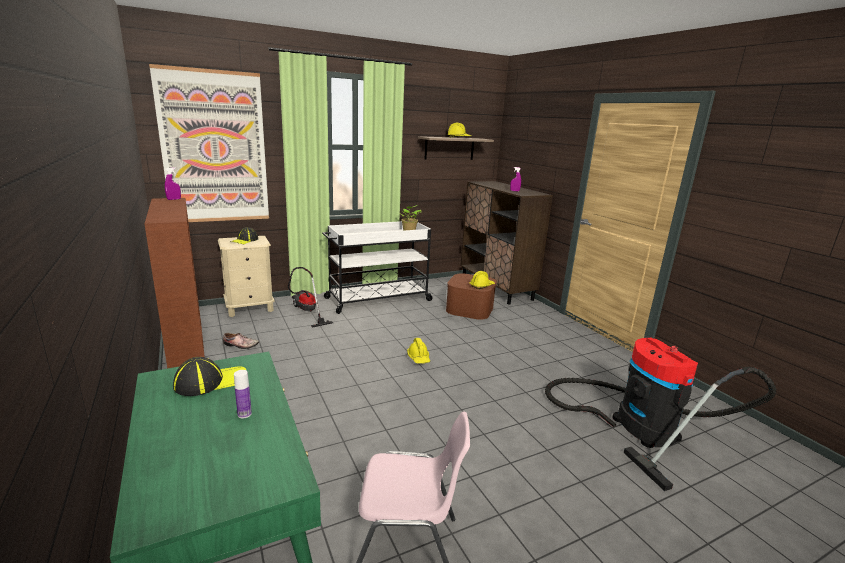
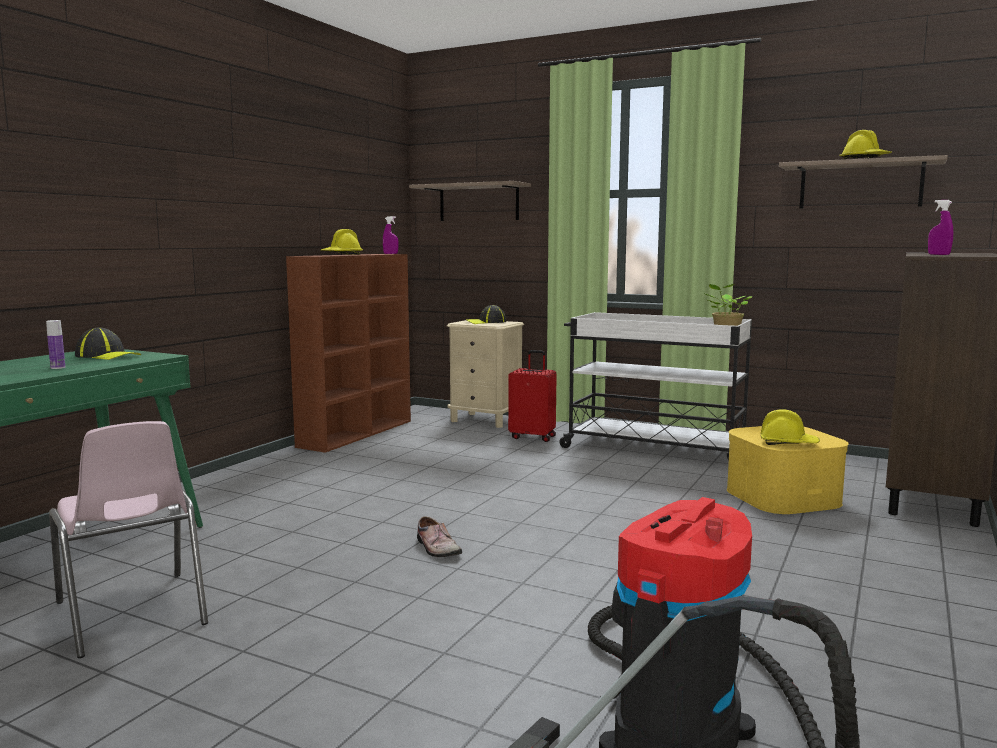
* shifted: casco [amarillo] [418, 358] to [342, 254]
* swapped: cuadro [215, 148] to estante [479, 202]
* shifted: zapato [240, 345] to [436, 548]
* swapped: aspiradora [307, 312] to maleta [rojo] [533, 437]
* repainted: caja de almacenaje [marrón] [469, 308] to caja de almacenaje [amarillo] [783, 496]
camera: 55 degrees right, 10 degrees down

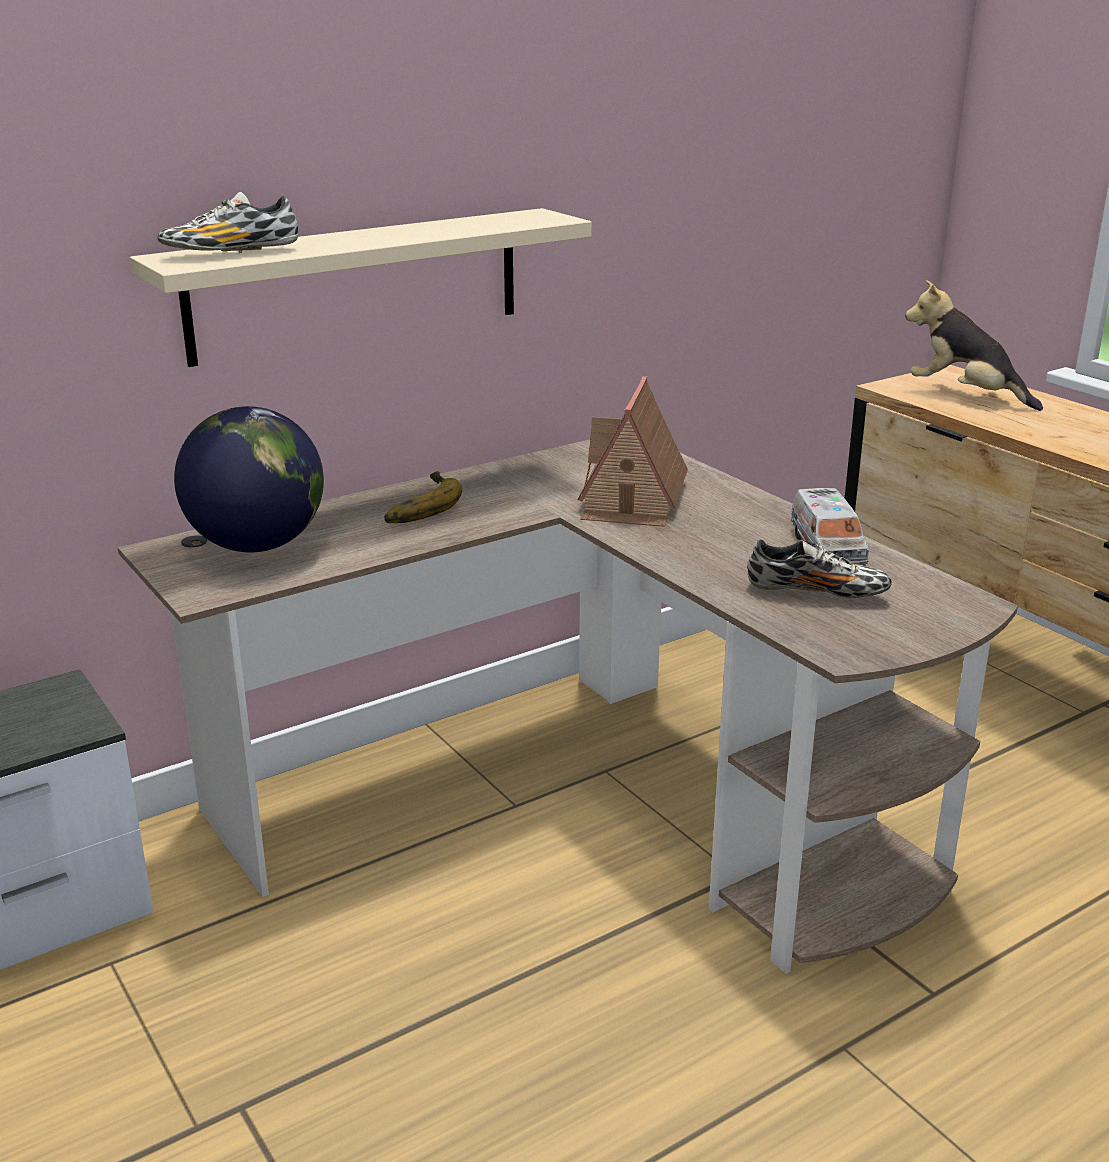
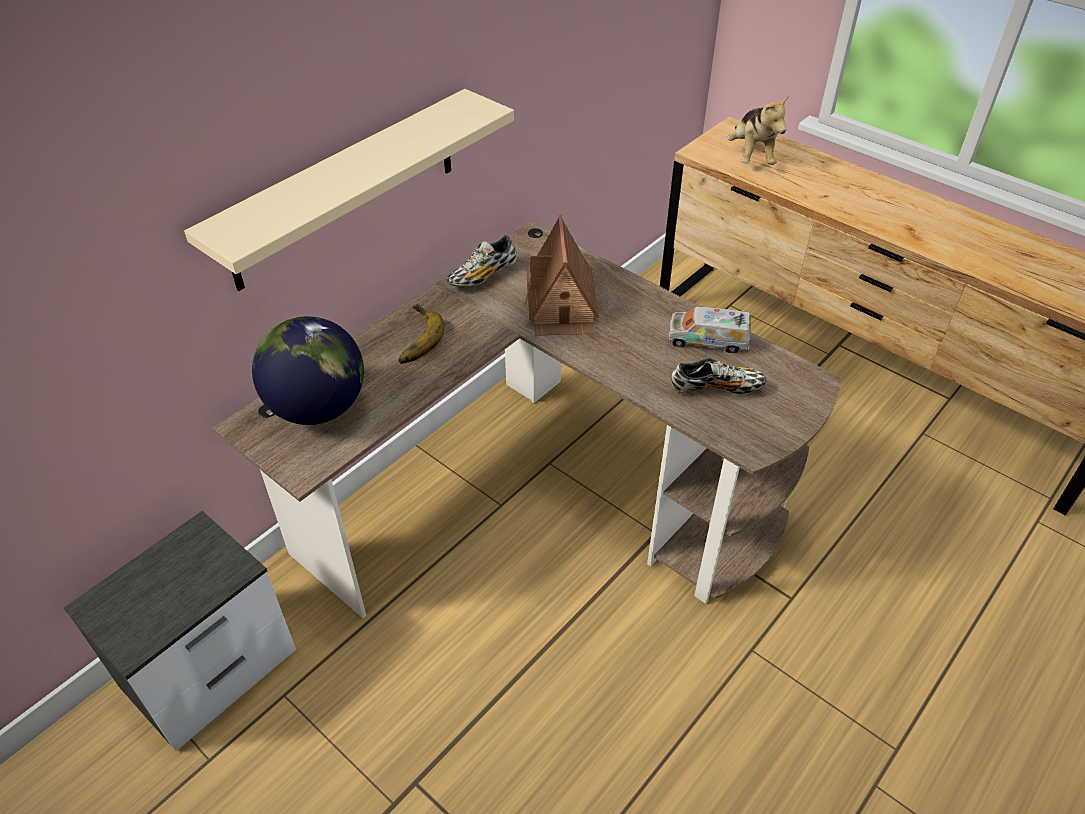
* shifted: zapato [231, 253] to [483, 276]
* rotated: camión de juguete [826, 549] = [708, 340] 120 degrees clockwise
* rotated: peluche [965, 396] = [751, 155] 120 degrees counterclockwise
camera: 15 degrees left, 20 degrees up

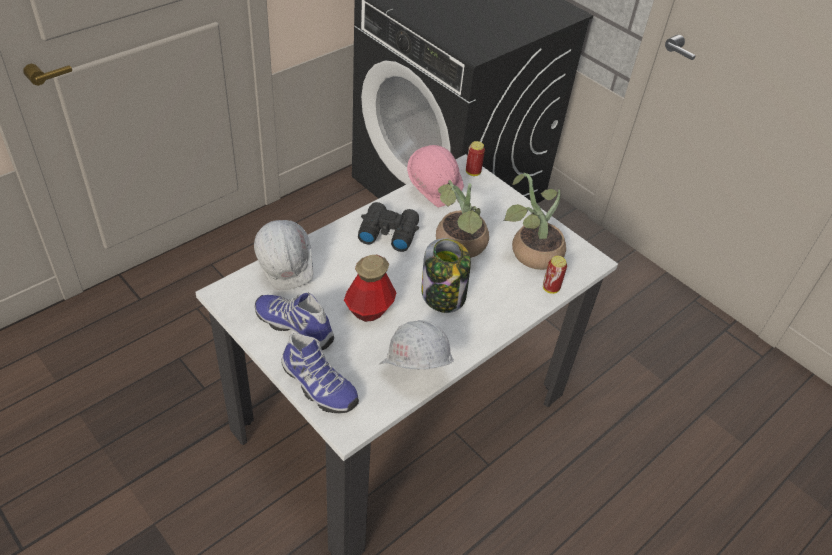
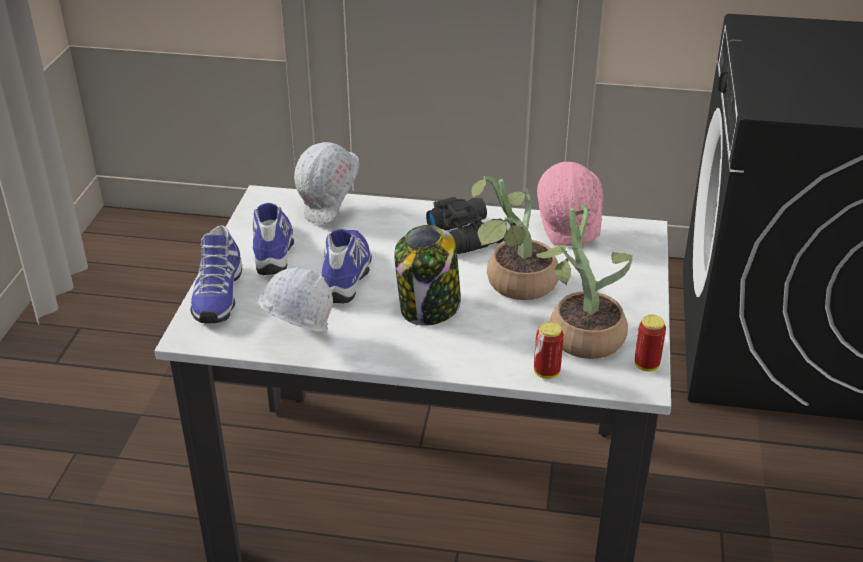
* swapped: botella [369, 310] to zapato [348, 276]
* shifted: lata [473, 172] to [646, 365]
camera: 55 degrees right, 10 degrees down

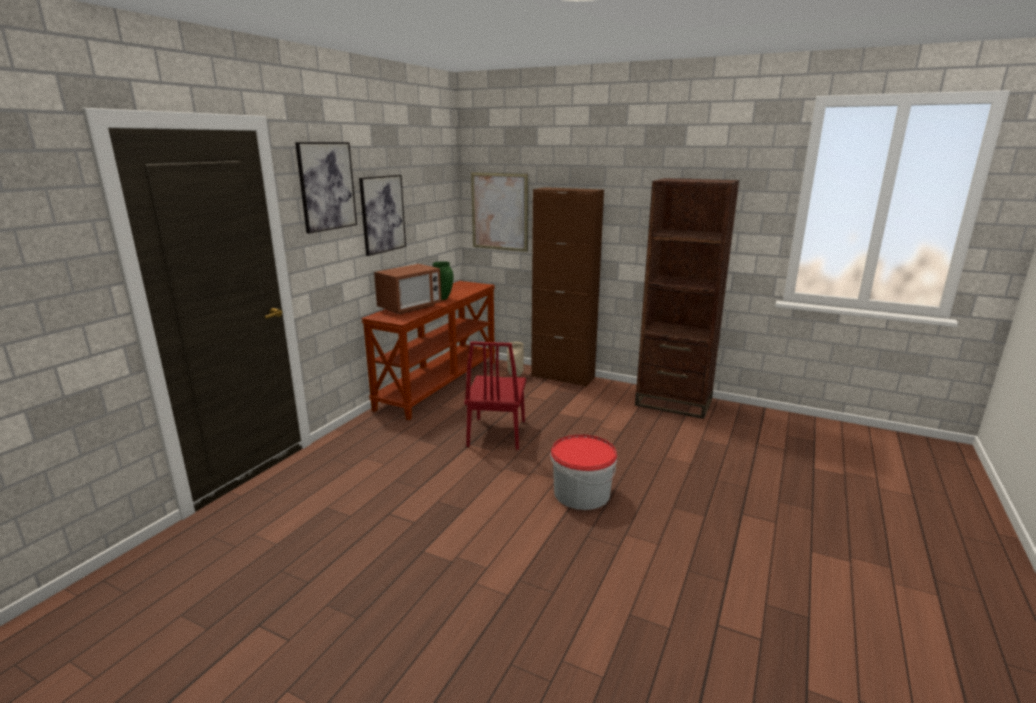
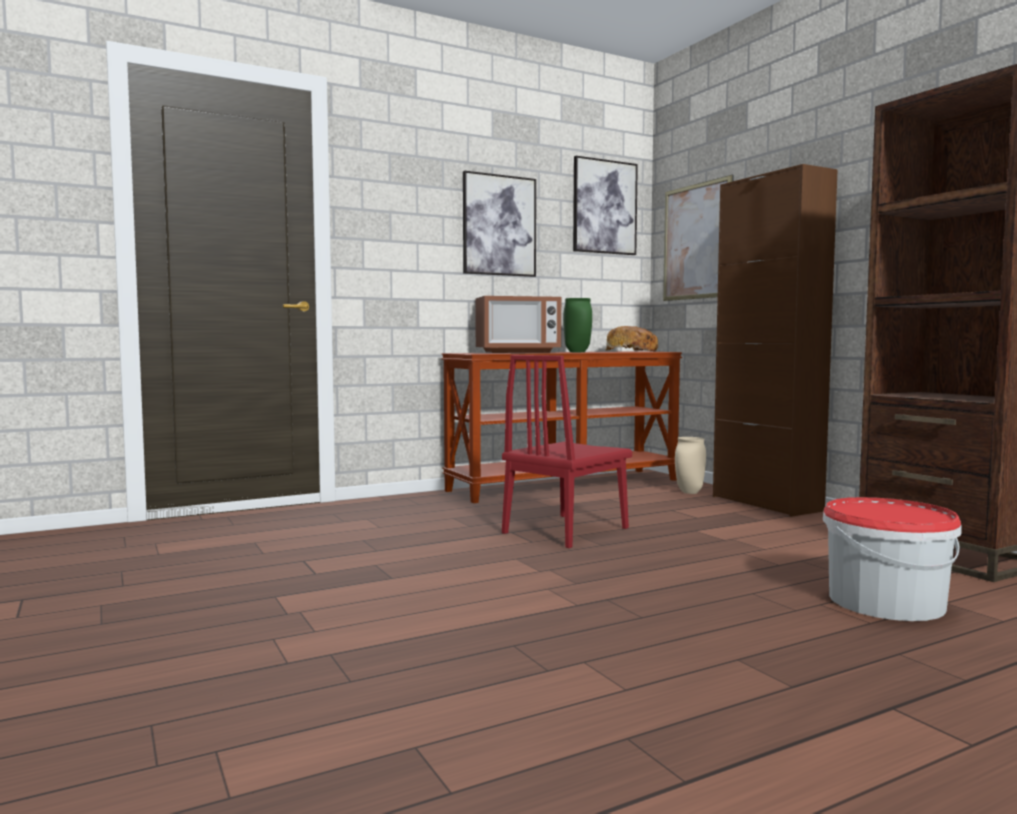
* shifted: cuadro [326, 186] to [604, 207]
* new: pan [631, 351]
* shifted: cubo [581, 493] to [885, 601]
camera: 35 degrees right, 15 degrees down

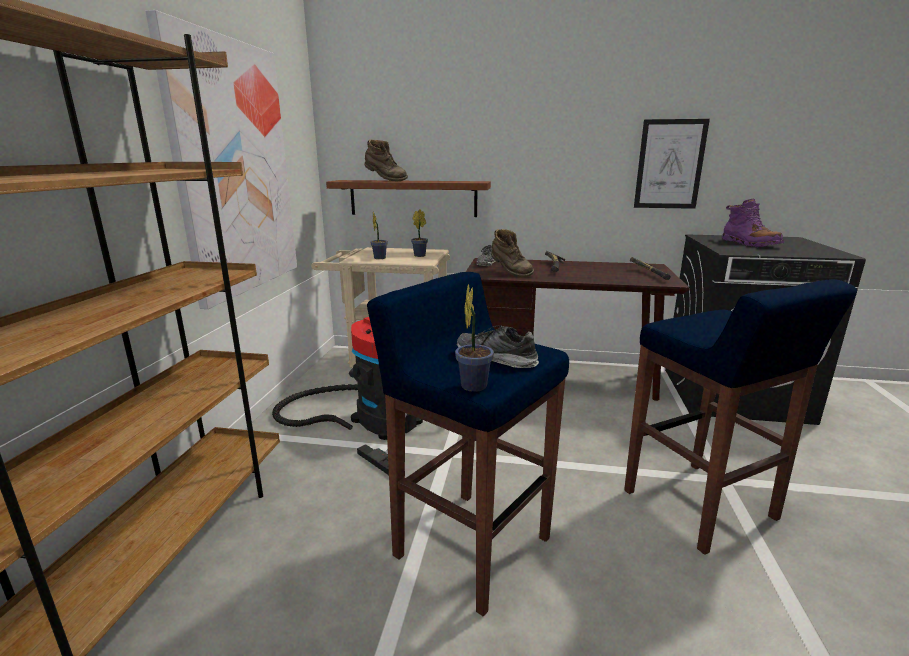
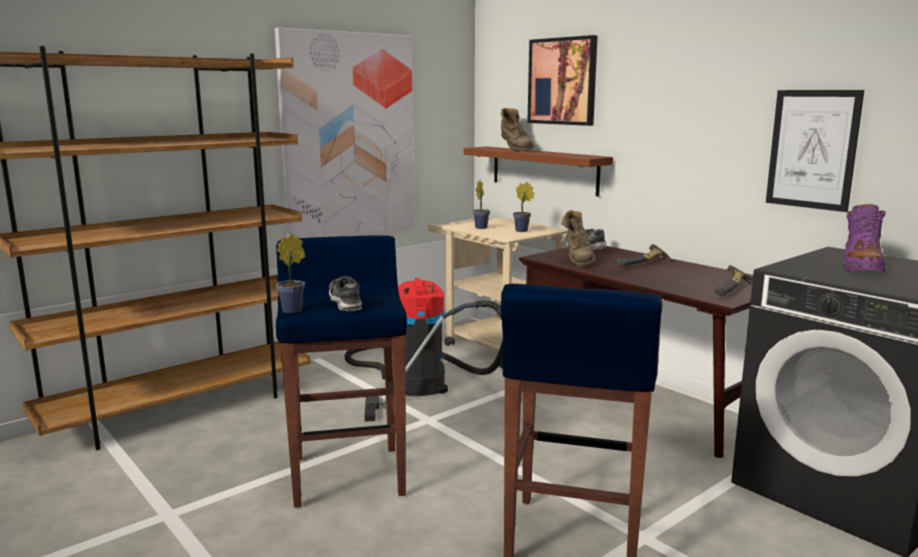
* new: cuadro [562, 81]
camera: 40 degrees right, 5 degrees down

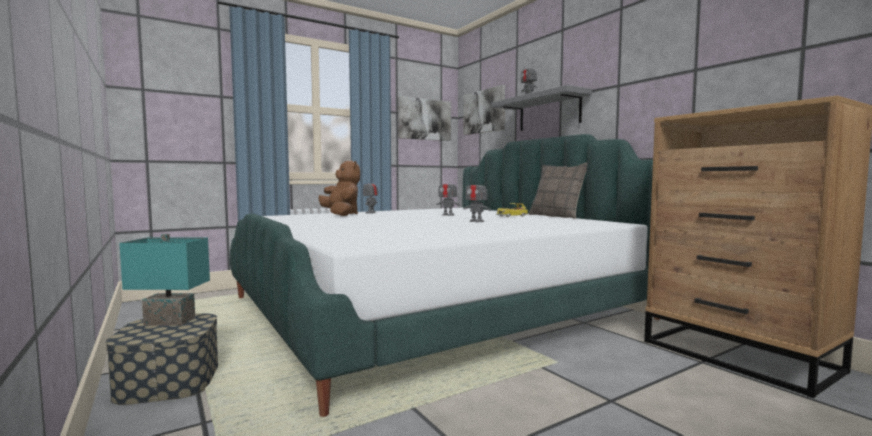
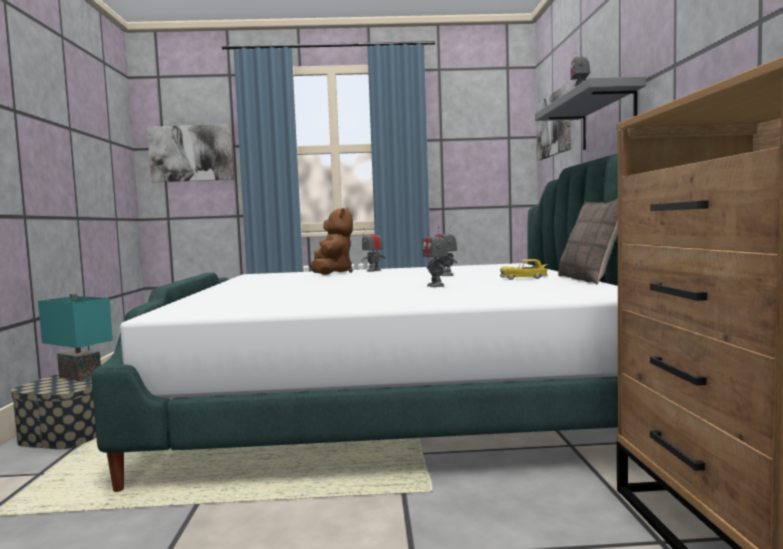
* shifted: cuadro [424, 119] to [192, 153]
camera: 30 degrees right, 0 degrees up

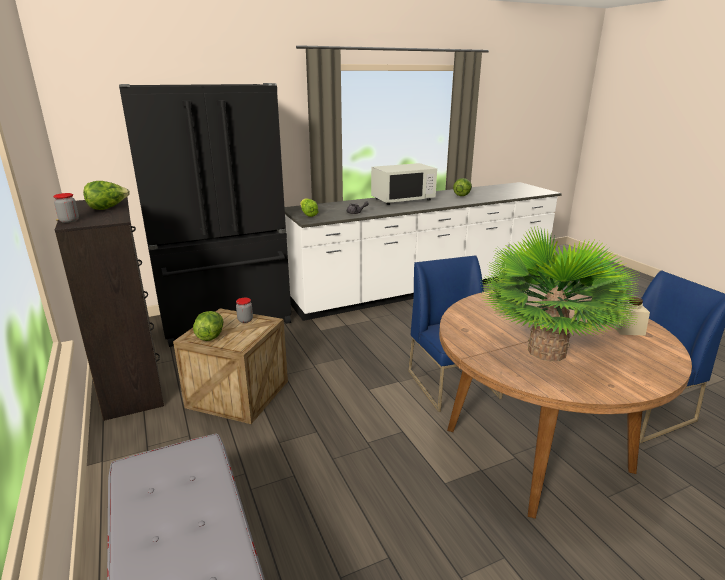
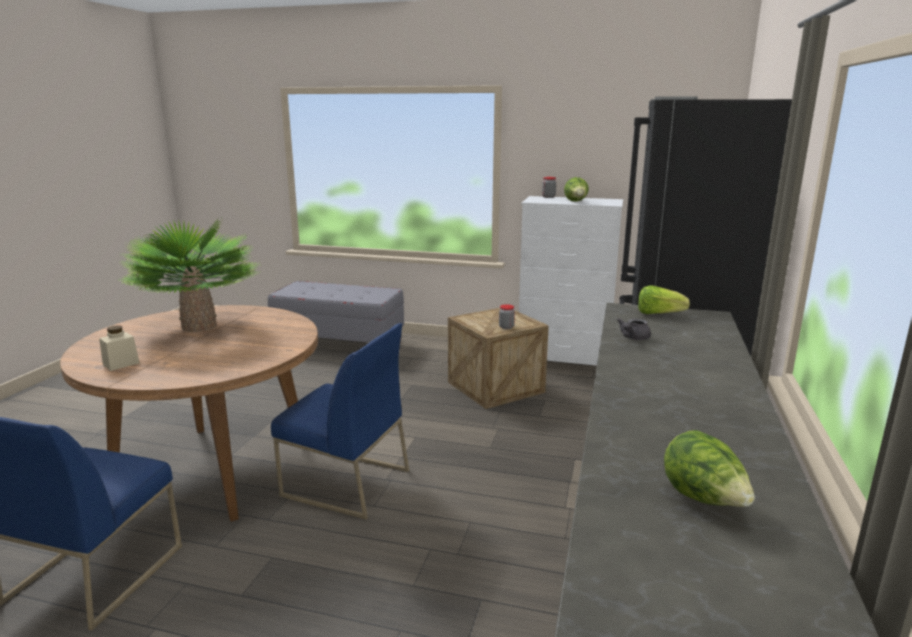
* repainted: cómoda [negro] [133, 384] to cómoda [blanco] [564, 360]
* gone: lechuga [210, 336]
* gone: microondas [blanco] [403, 199]
camera: 130 degrees right, 5 degrees down

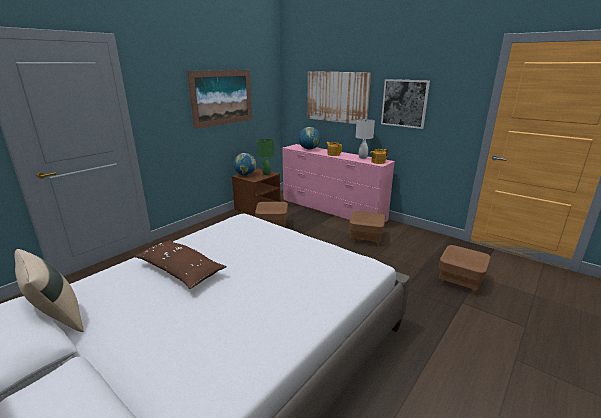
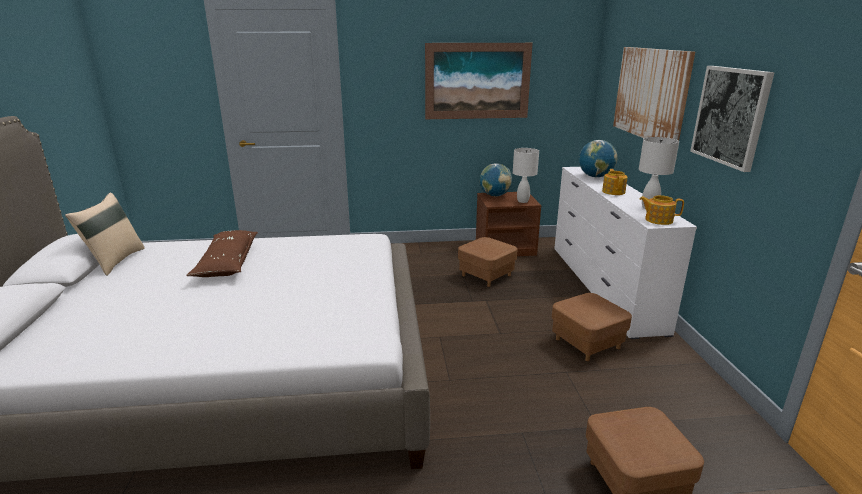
* repainted: lámpara de mesa [verde] [266, 174] to lámpara de mesa [blanco] [523, 201]
* repainted: cómoda [rosa] [332, 210] to cómoda [blanco] [603, 286]
camera: 45 degrees right, 0 degrees up

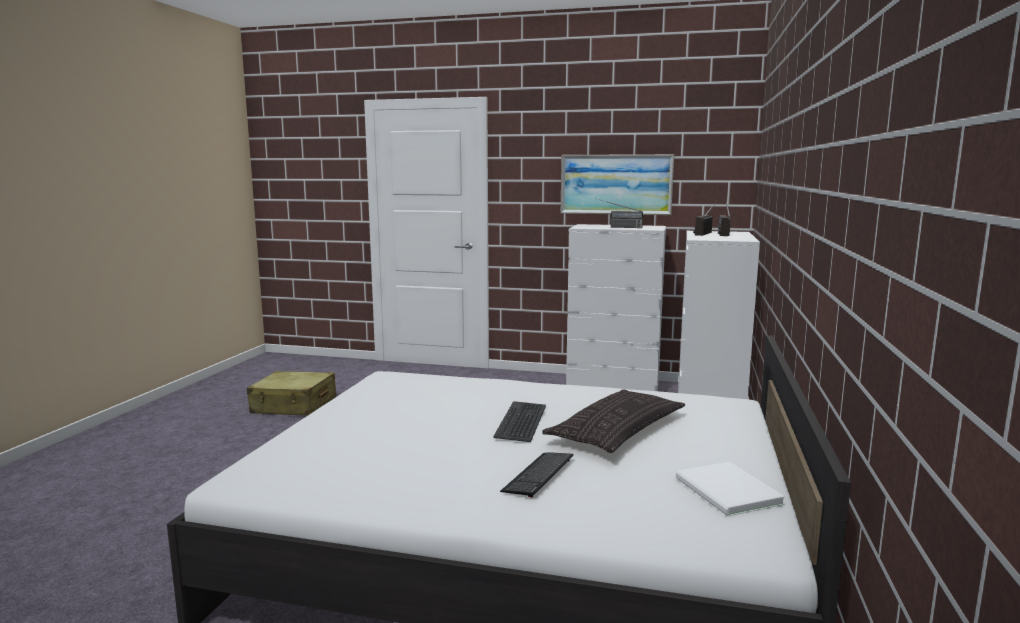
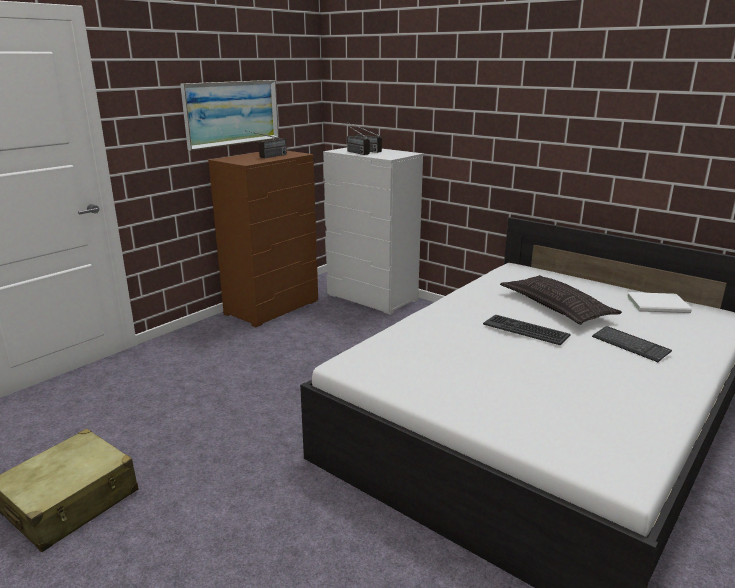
* repainted: cómoda [blanco] [613, 387] to cómoda [marrón] [272, 308]
camera: 65 degrees left, 10 degrees up

